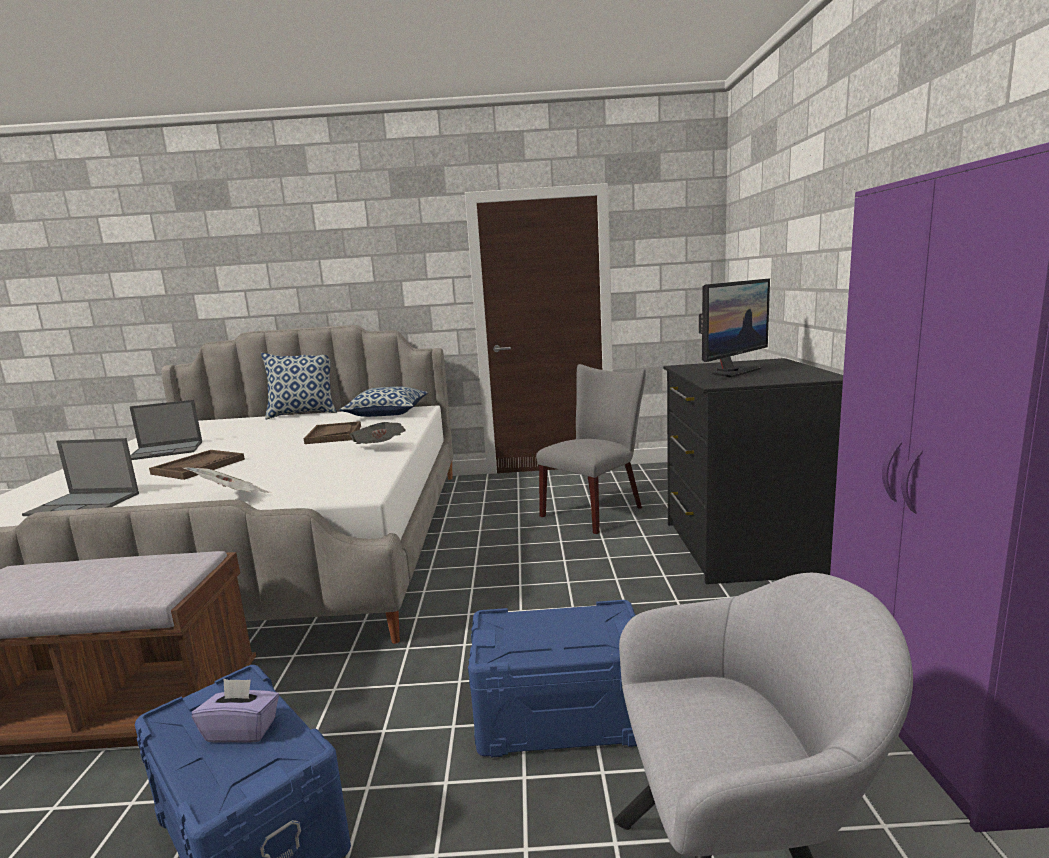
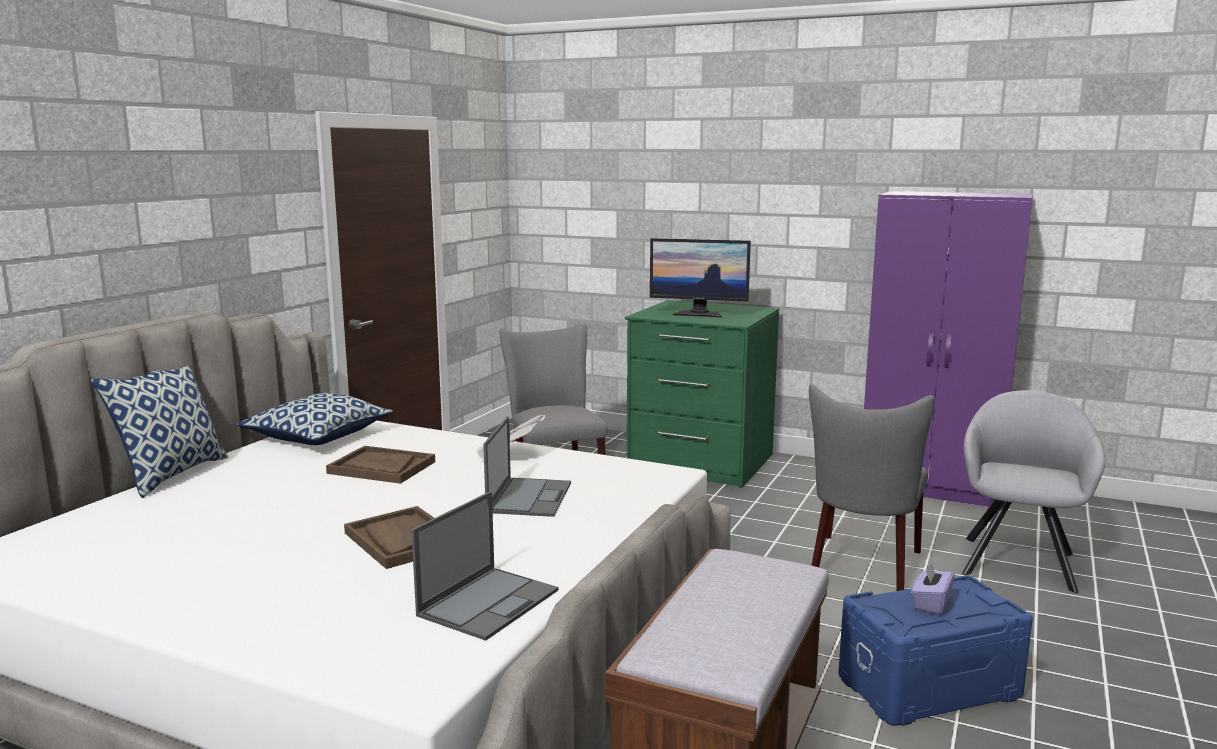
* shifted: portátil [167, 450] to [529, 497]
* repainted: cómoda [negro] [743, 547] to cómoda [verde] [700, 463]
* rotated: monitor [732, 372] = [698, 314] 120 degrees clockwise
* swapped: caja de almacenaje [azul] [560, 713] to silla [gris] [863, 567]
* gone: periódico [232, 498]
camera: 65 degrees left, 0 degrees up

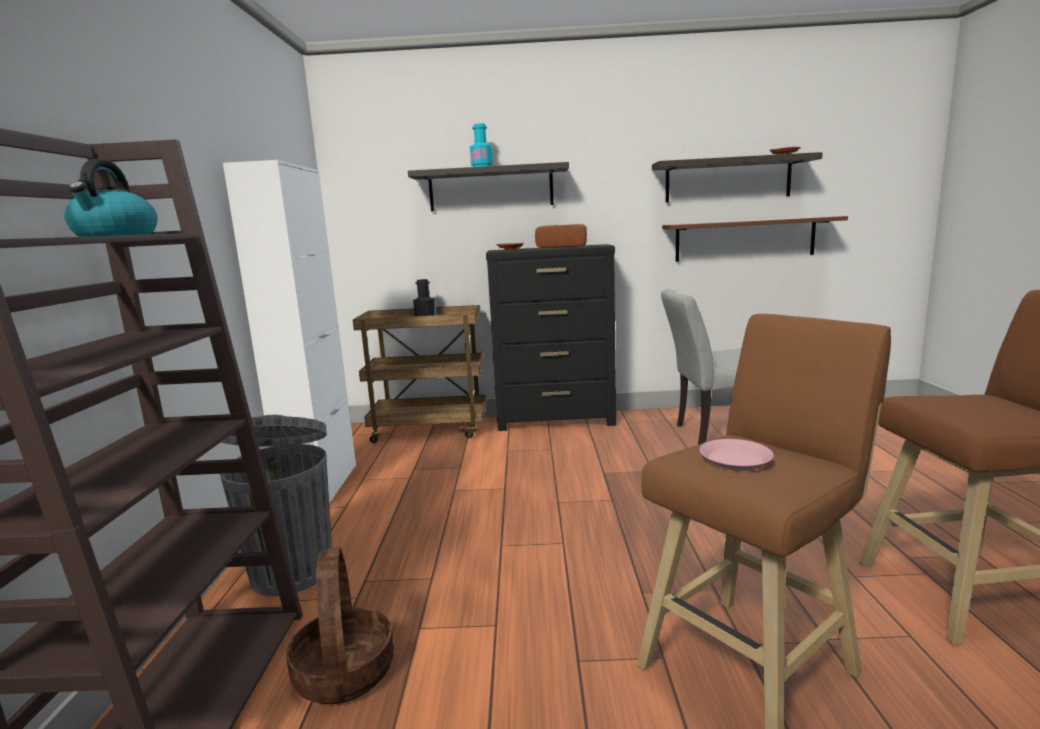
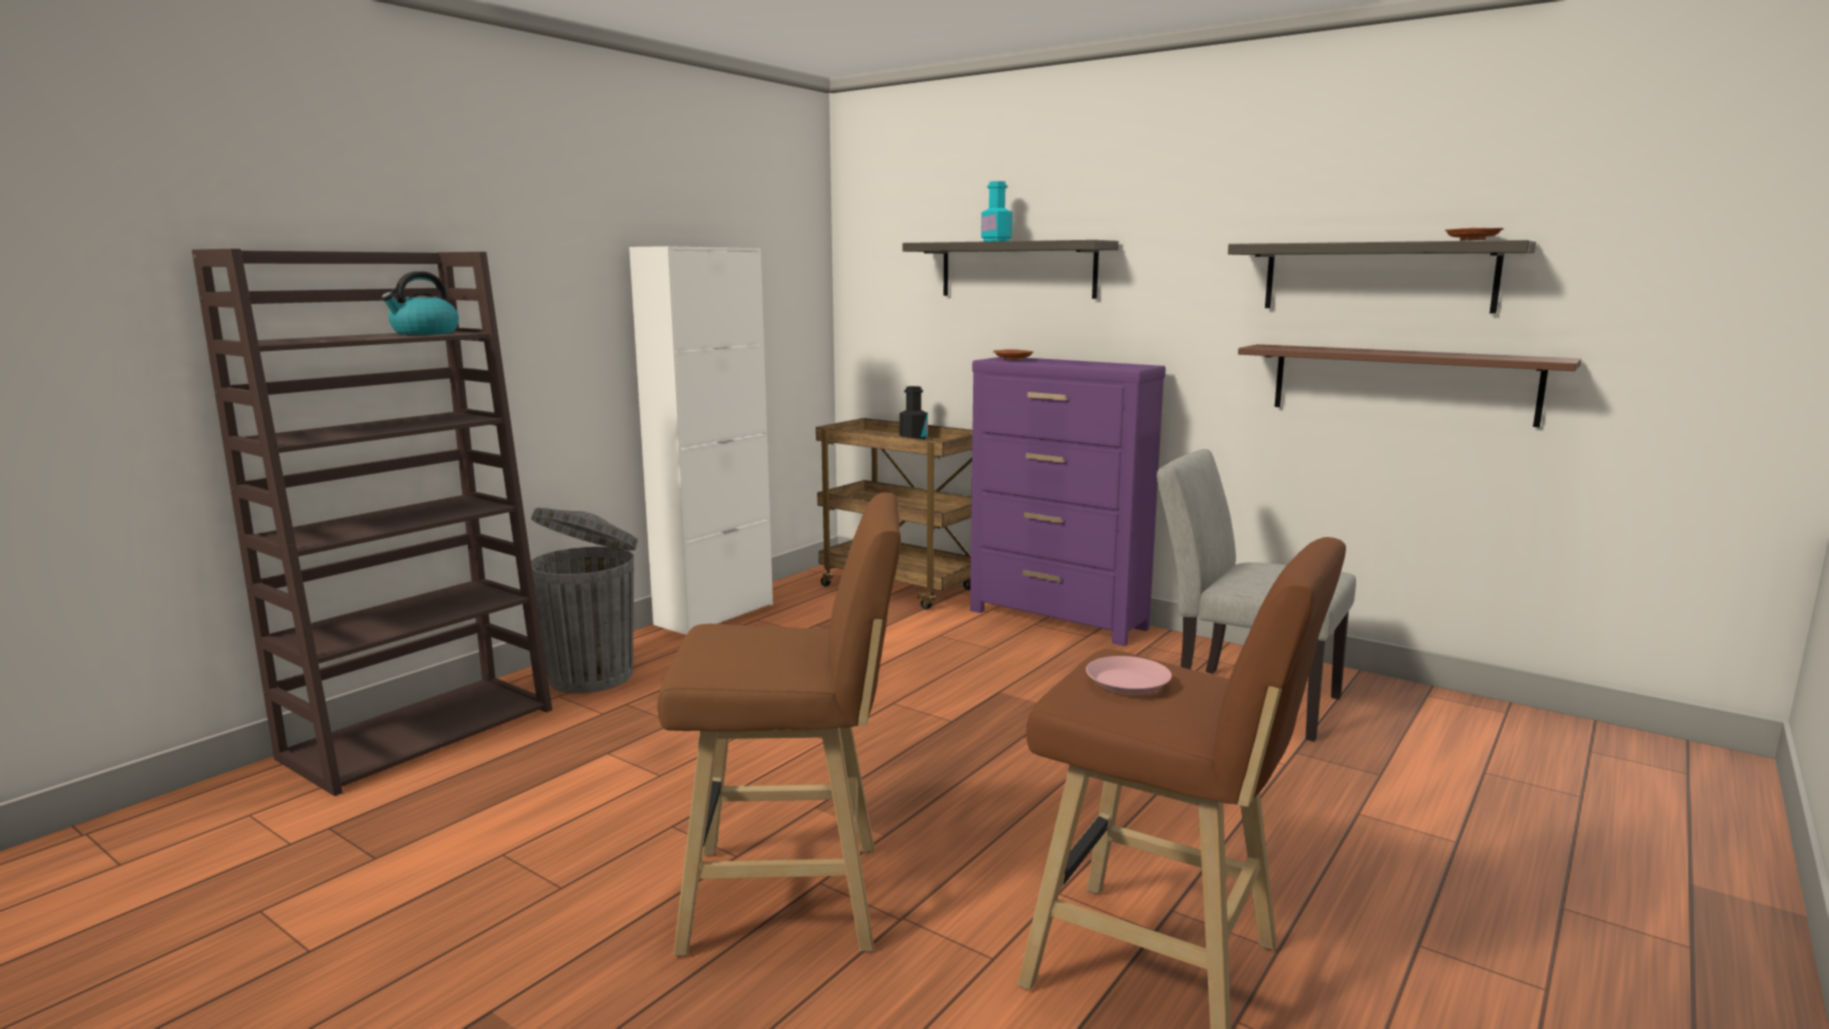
* repainted: cómoda [negro] [557, 421] to cómoda [morado] [1058, 620]
* shifted: plato [rosa] [735, 460] to [1127, 682]
* gone: cesta [344, 672]
* gone: pan [563, 246]
camera: 35 degrees right, 0 degrees up

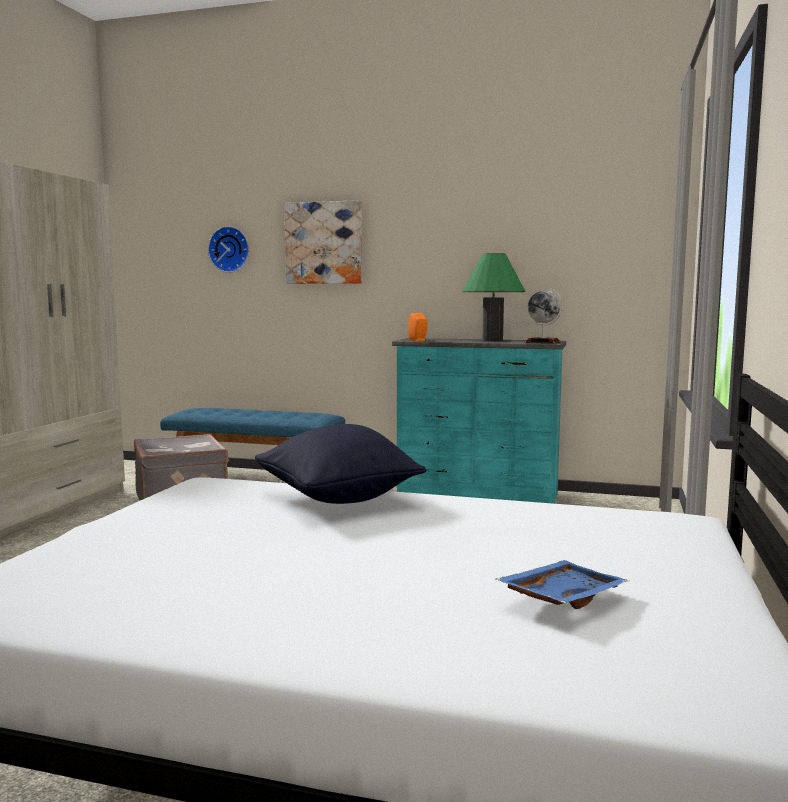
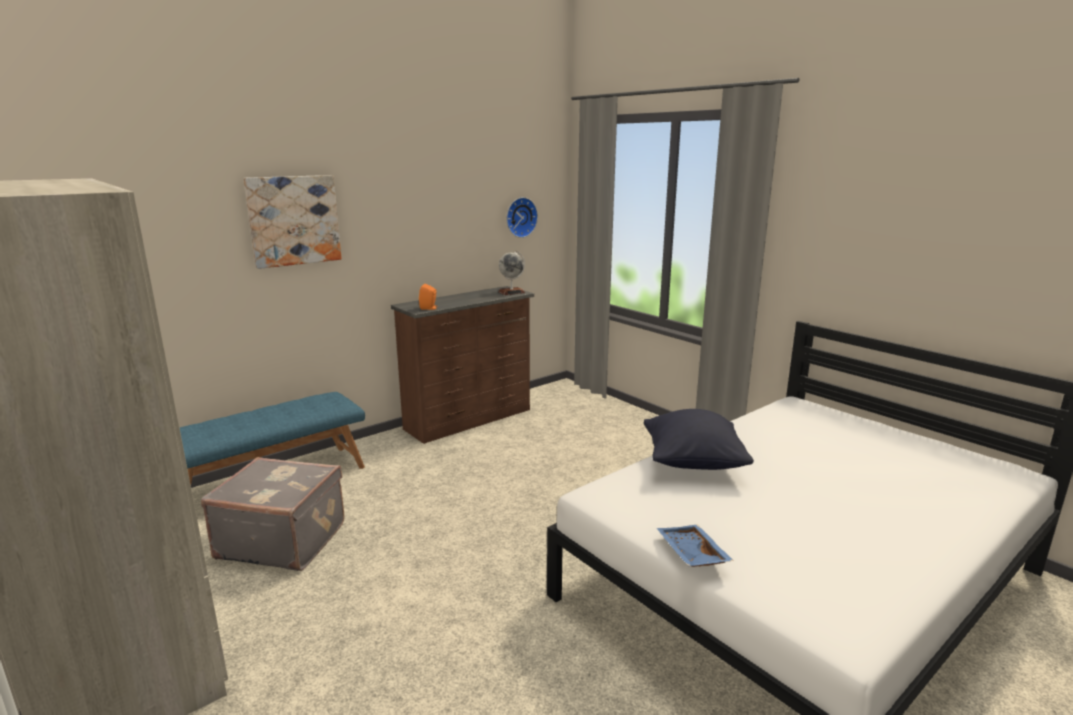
* repainted: cómoda [turquesa] [478, 494] to cómoda [marrón] [470, 419]
* shifted: reloj de pared [230, 249] to [520, 217]
* shifted: bandeja [azul] [561, 598] to [690, 554]
* gone: lámpara de mesa [verde] [492, 340]
camera: 55 degrees left, 10 degrees up

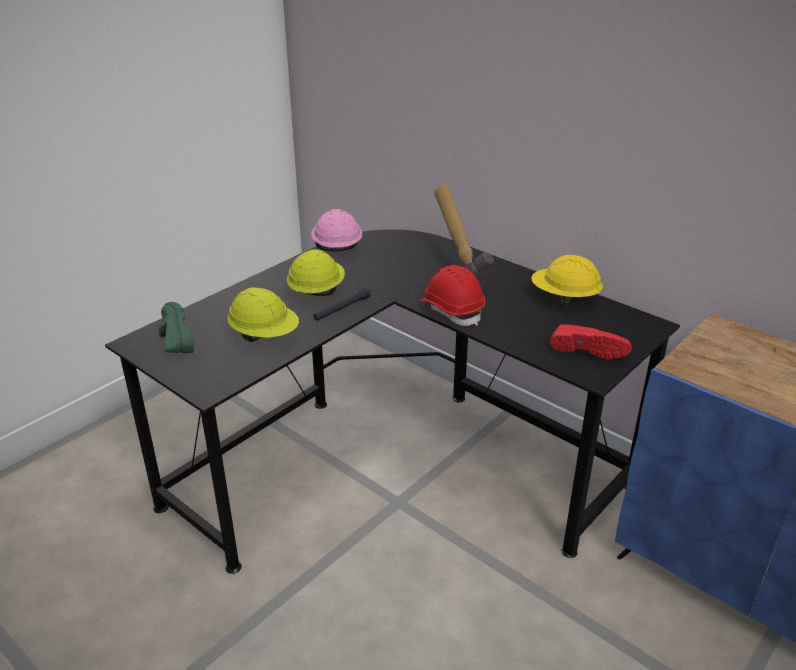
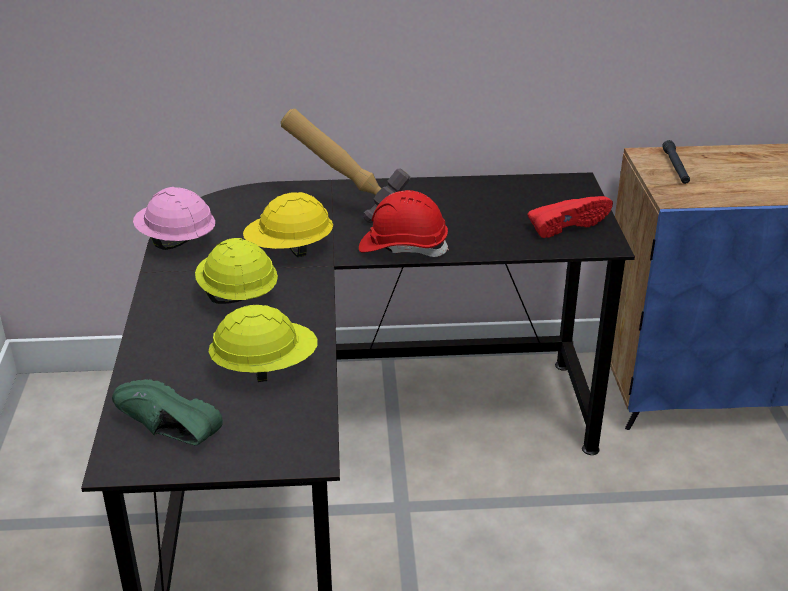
* shifted: casco [amarillo] [564, 298] to [289, 250]
* shifted: linterna [negro] [342, 309] to [675, 167]
camera: 45 degrees left, 0 degrees up

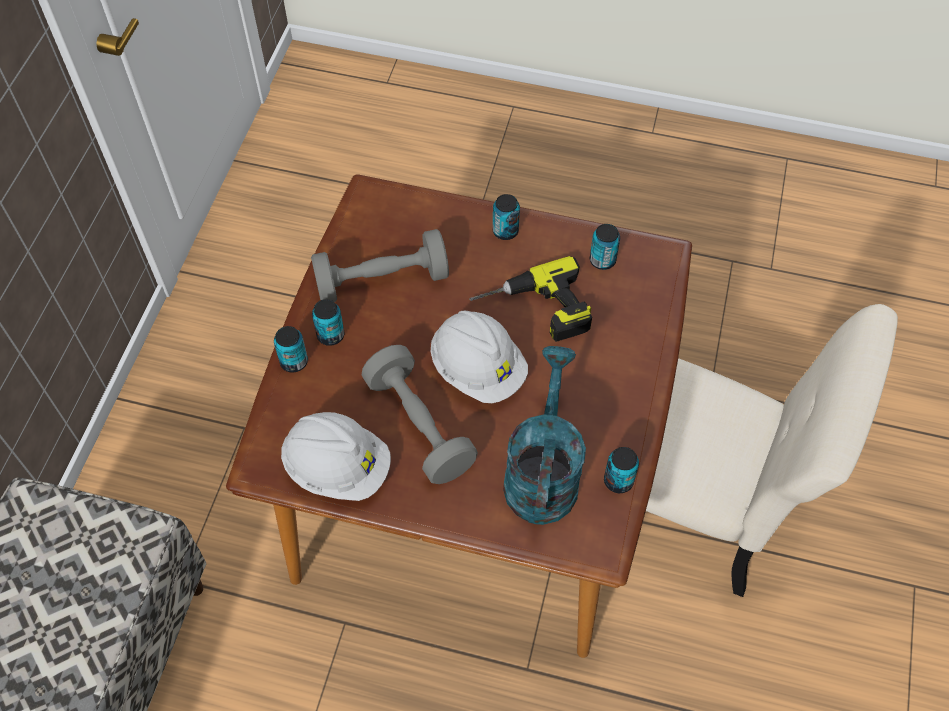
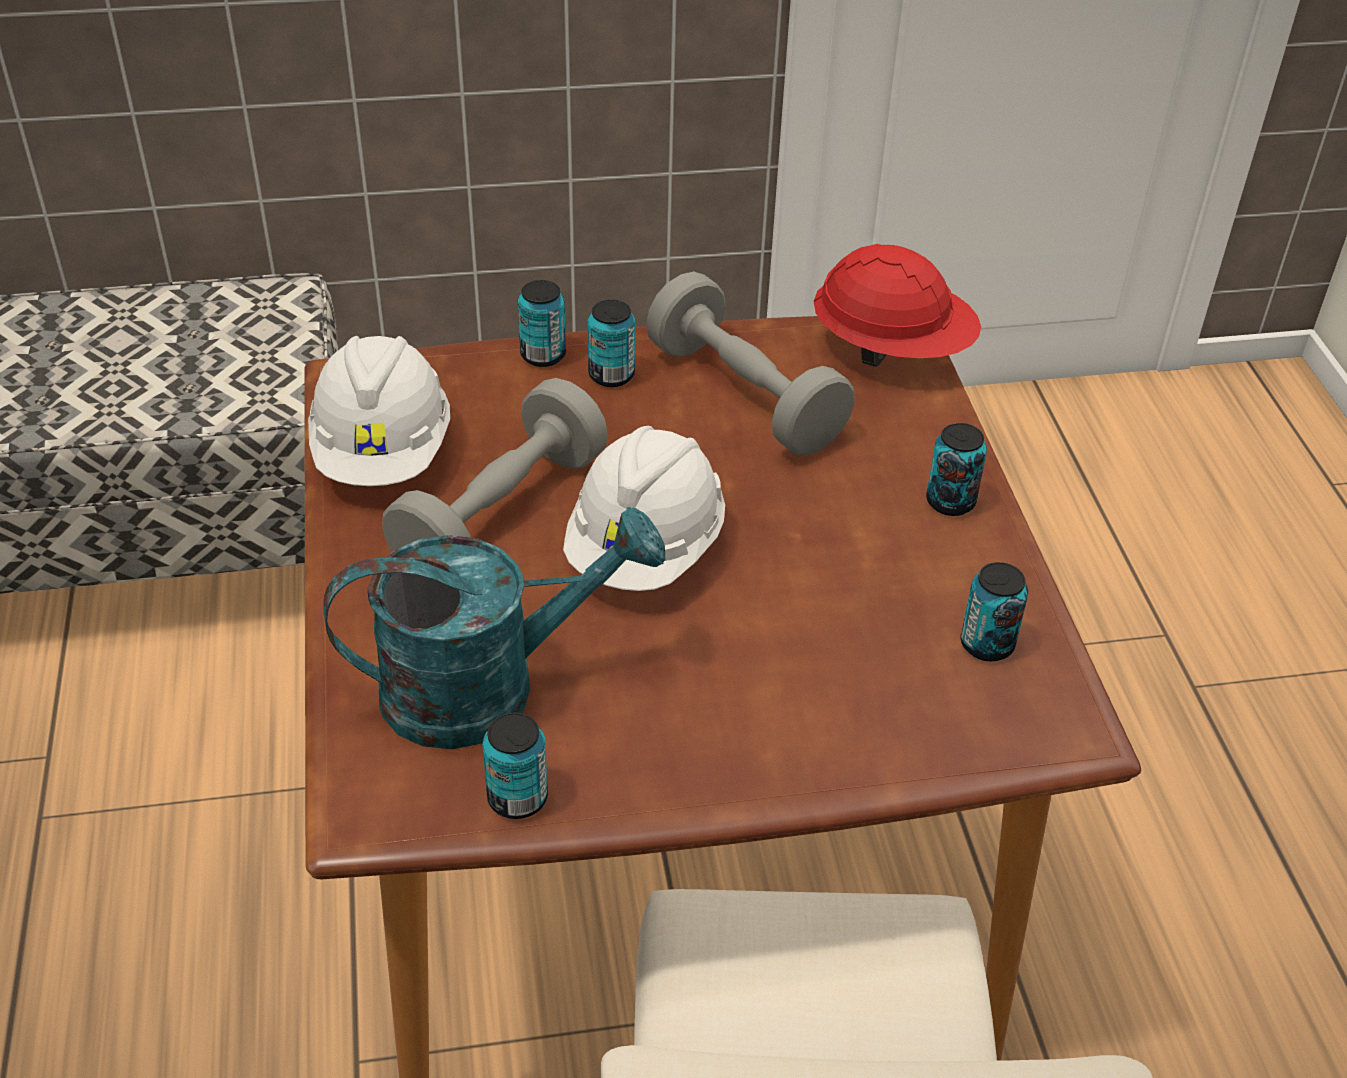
* new: casco [rojo] [892, 350]
* gone: taladro [534, 311]
camera: 65 degrees right, 15 degrees down

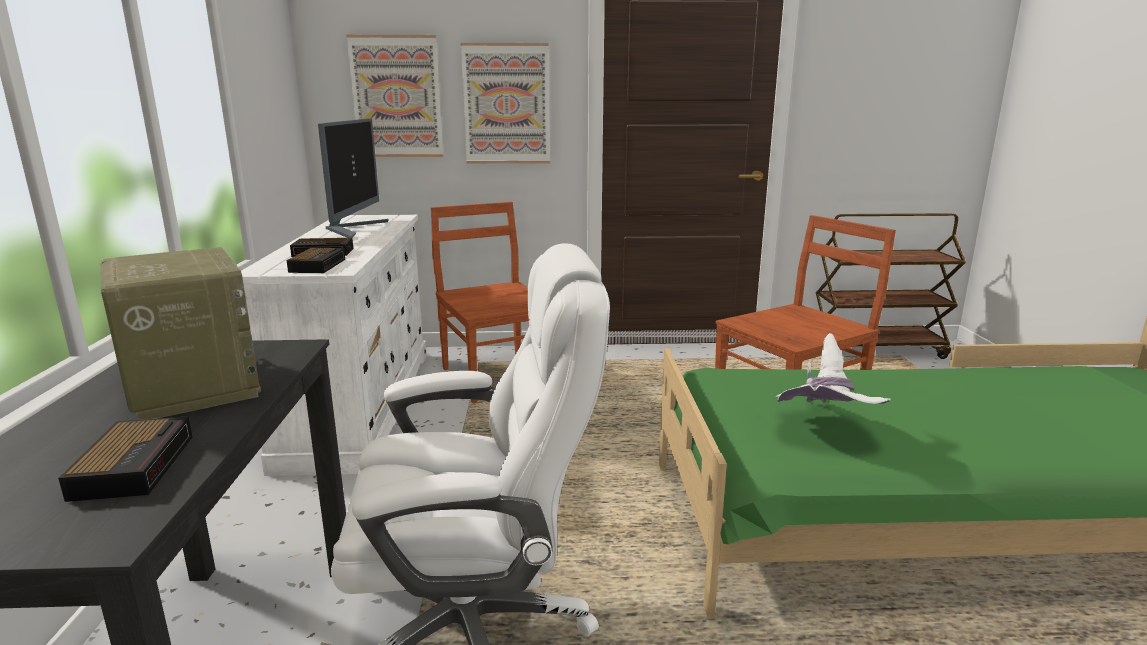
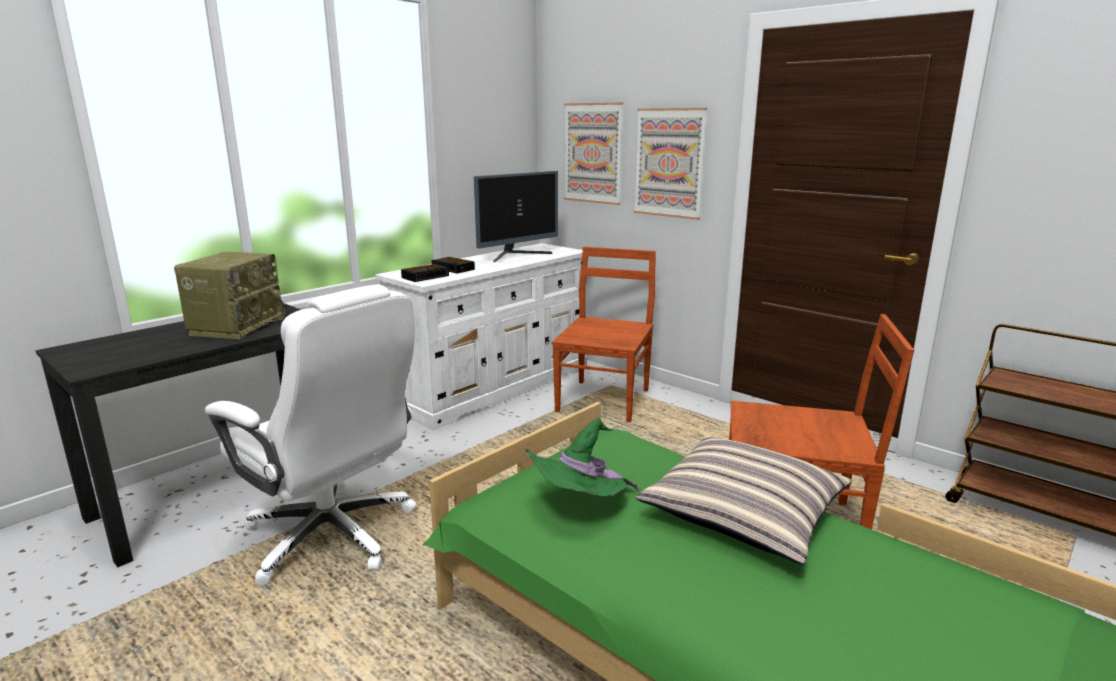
* repainted: sombrero [blanco] [823, 431] to sombrero [verde] [579, 506]
* new: cojín [744, 512]
* gone: despertador [135, 465]
camera: 45 degrees right, 0 degrees up

